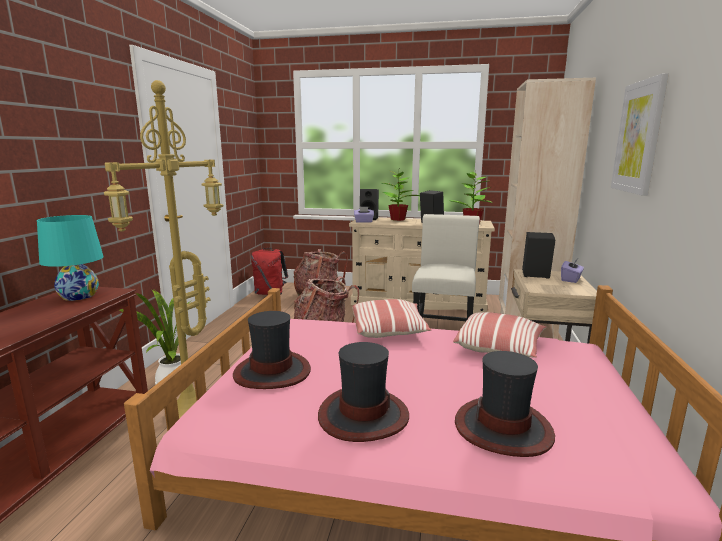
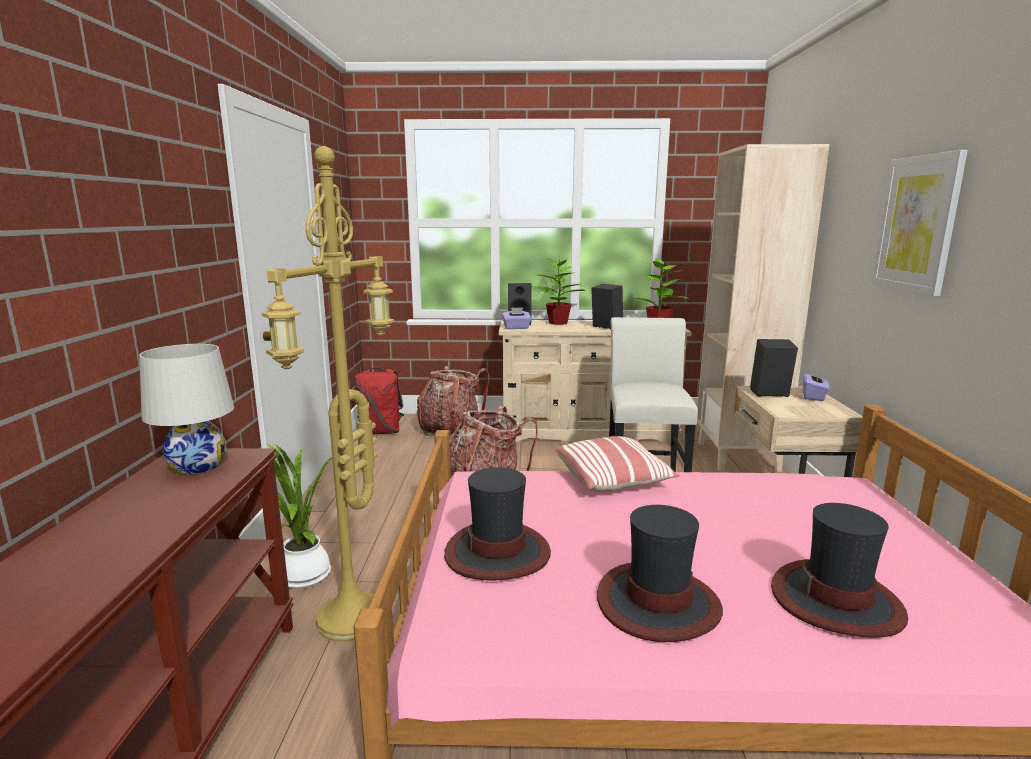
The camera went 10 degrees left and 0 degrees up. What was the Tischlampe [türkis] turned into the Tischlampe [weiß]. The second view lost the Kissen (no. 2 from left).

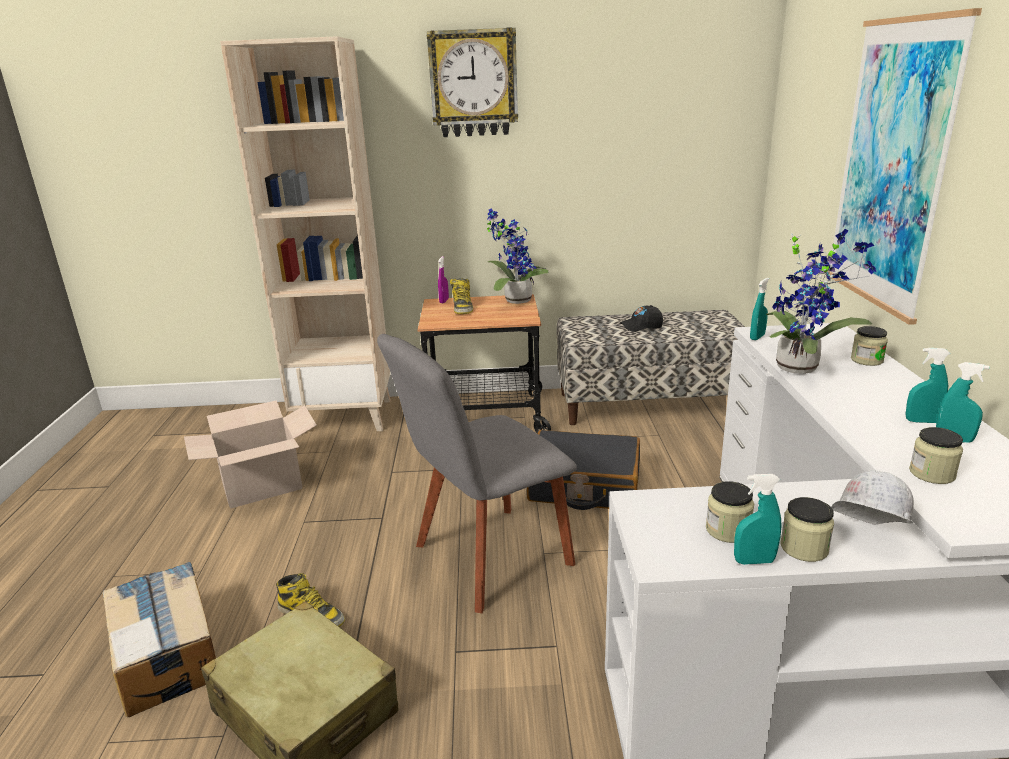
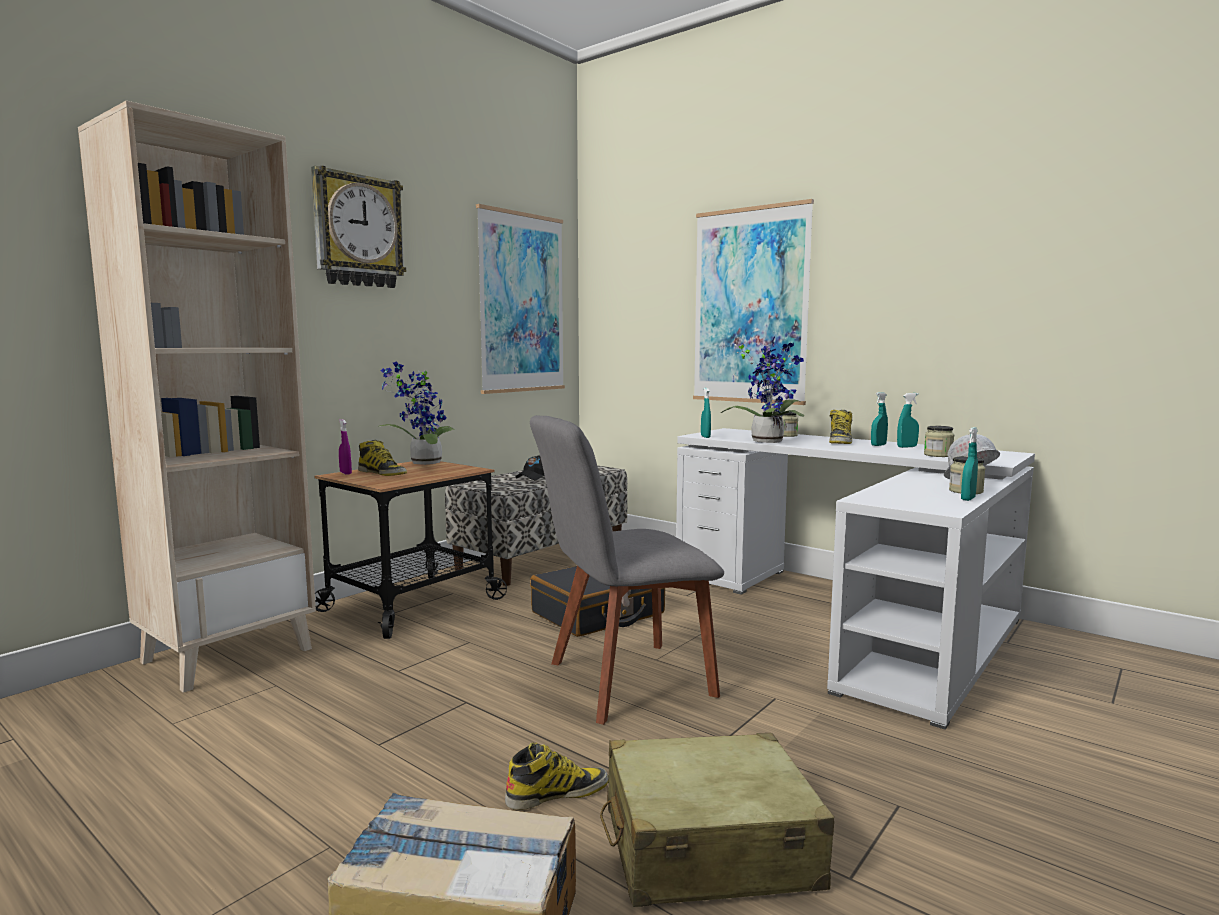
The camera went 50 degrees left and 15 degrees down. The second view gained the Bild (no. 1 from left). The Stuhl [grau] ended up facing another way, 60 degrees clockwise from before. The second view gained the Stiefel (no. 3 from left). The second view lost the Karton (no. 2 from left). The second view lost the Vorratsglas (no. 1 from left).

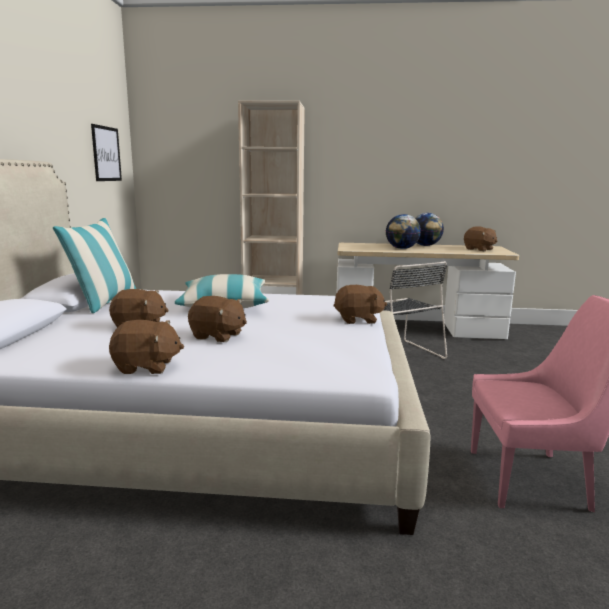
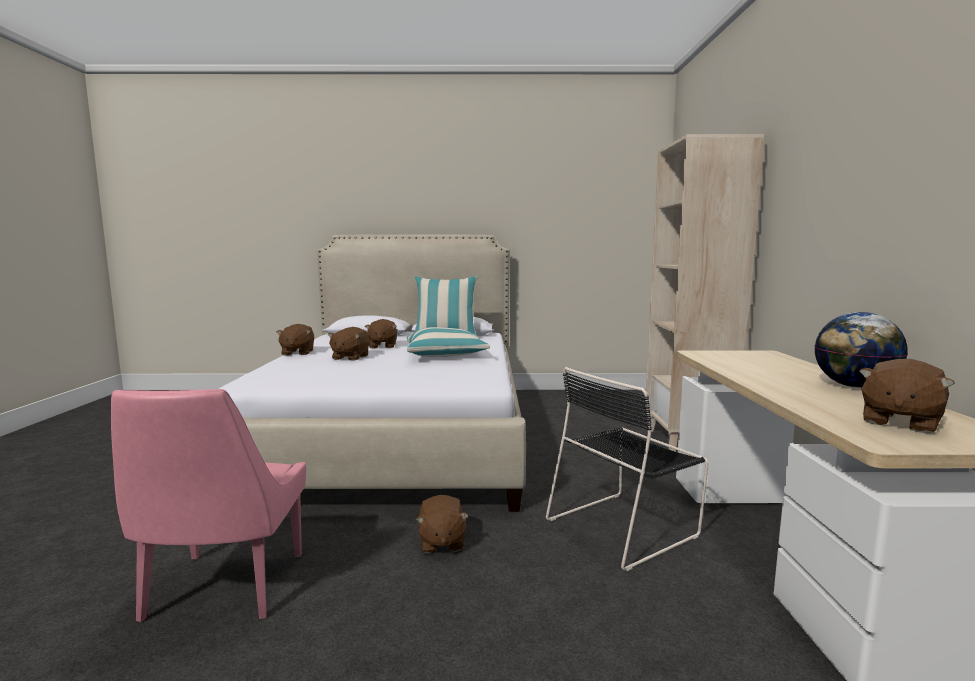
The camera went 85 degrees right and 5 degrees down. The Plüschtier [braun] (no. 4 from left) ended up elsewhere. The second view lost the Bild. The second view lost the Globus (no. 1 from left).

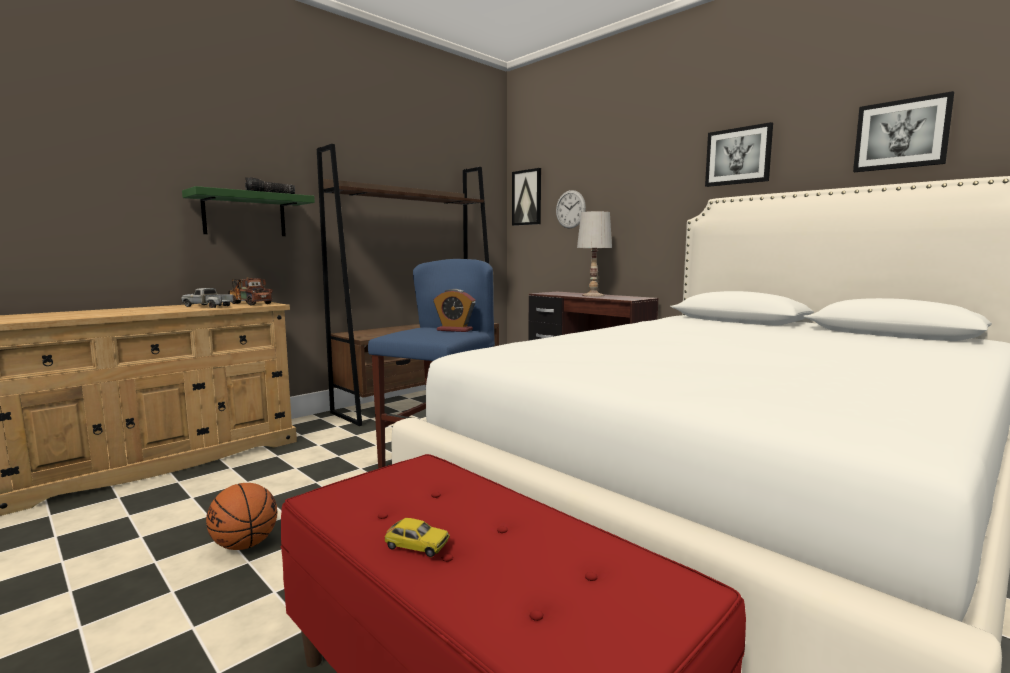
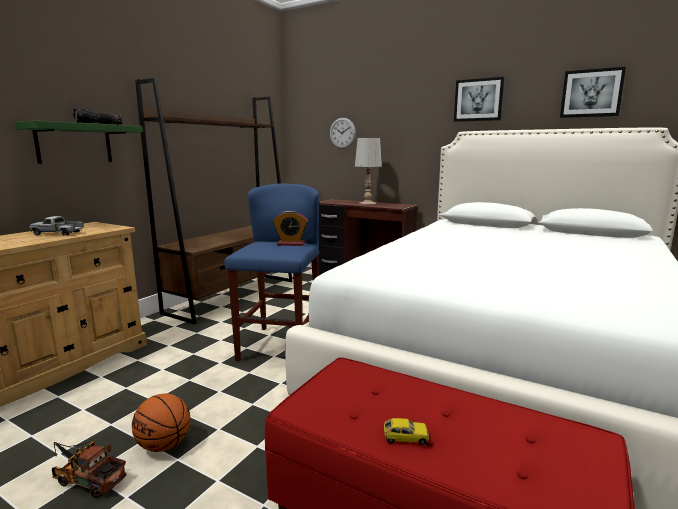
The camera went 15 degrees left and 5 degrees up. The Spielzeuglaster (no. 2 from left) ended up elsewhere. The second view lost the Bild (no. 1 from left).

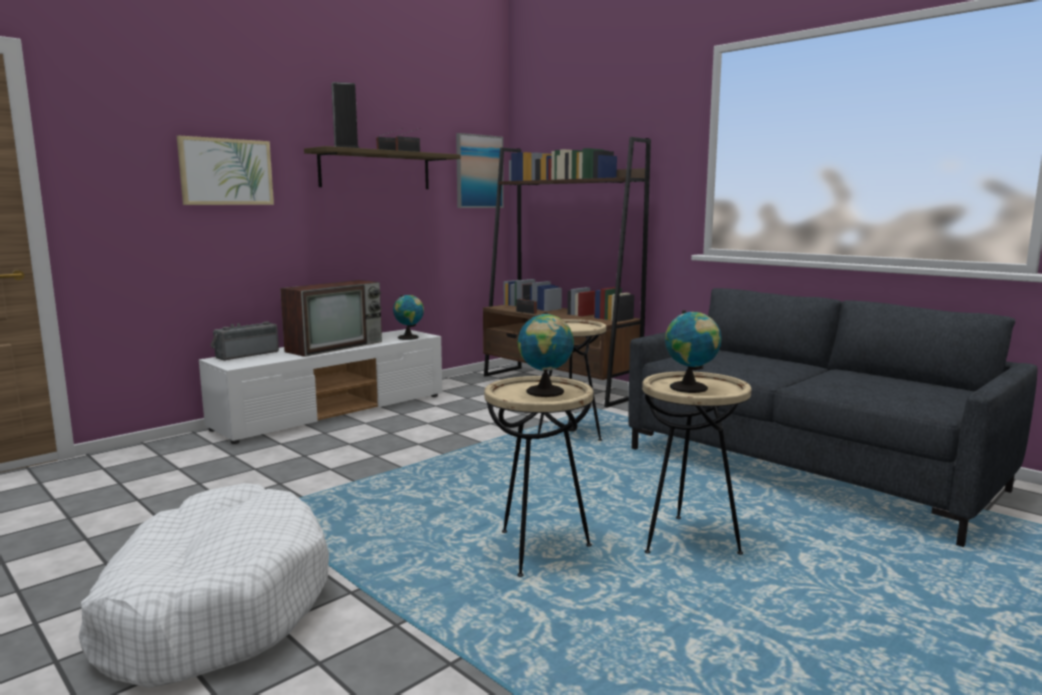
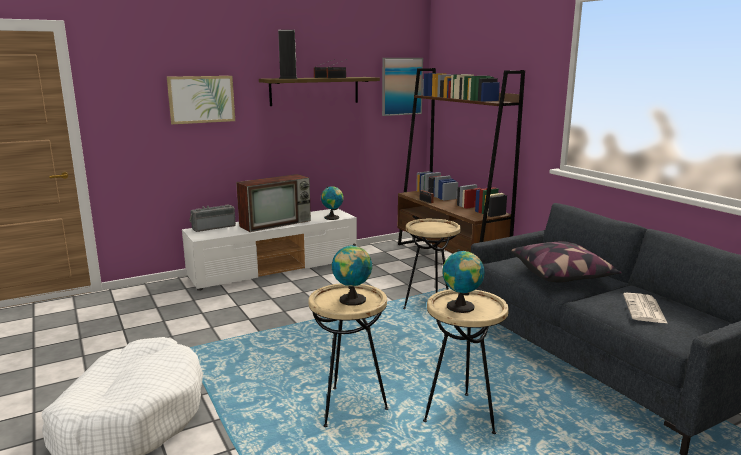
The camera went 15 degrees right and 5 degrees up. The second view gained the Kissen. The second view gained the Zeitung.

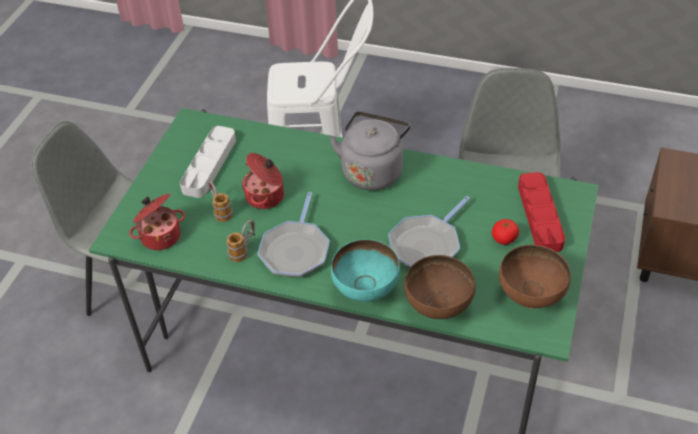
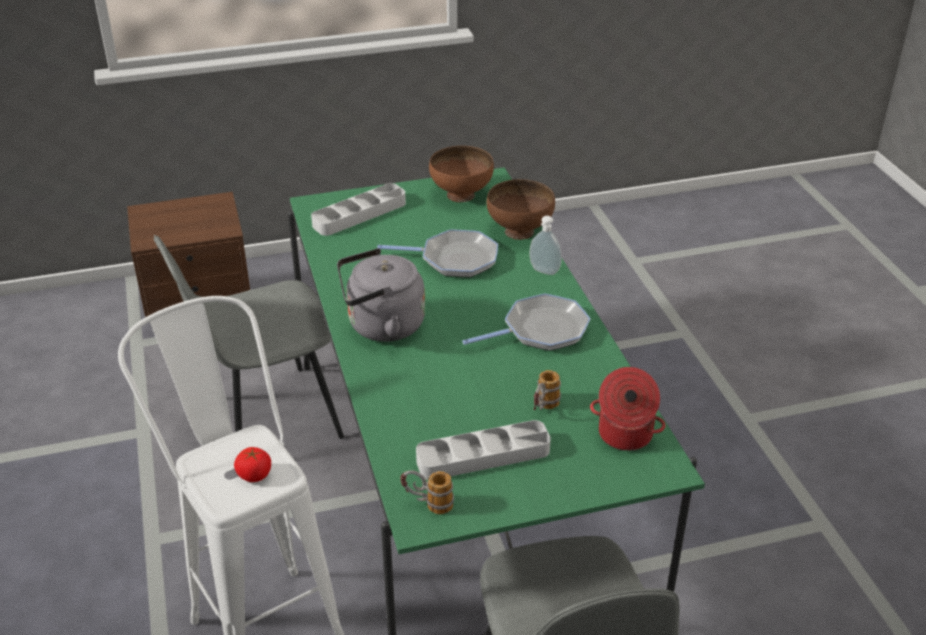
The camera went 125 degrees left and 10 degrees down. The Tomate ended up elsewhere. What was the Tablett [rot] turned into the Tablett [grau] (no. 1 from left). The Henkelbecher (no. 2 from left in the first image) ended up elsewhere. Where the Schüssel [türkis] stood, the Seifenspender came to stand. The second view lost the Kochtopf (no. 2 from left).

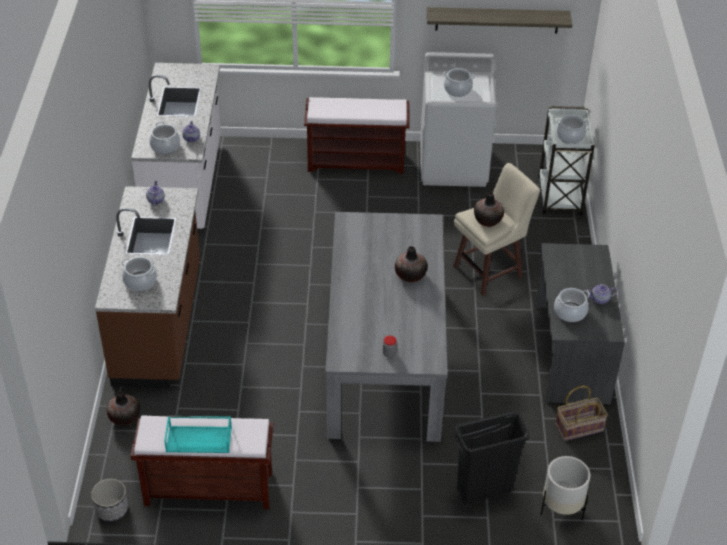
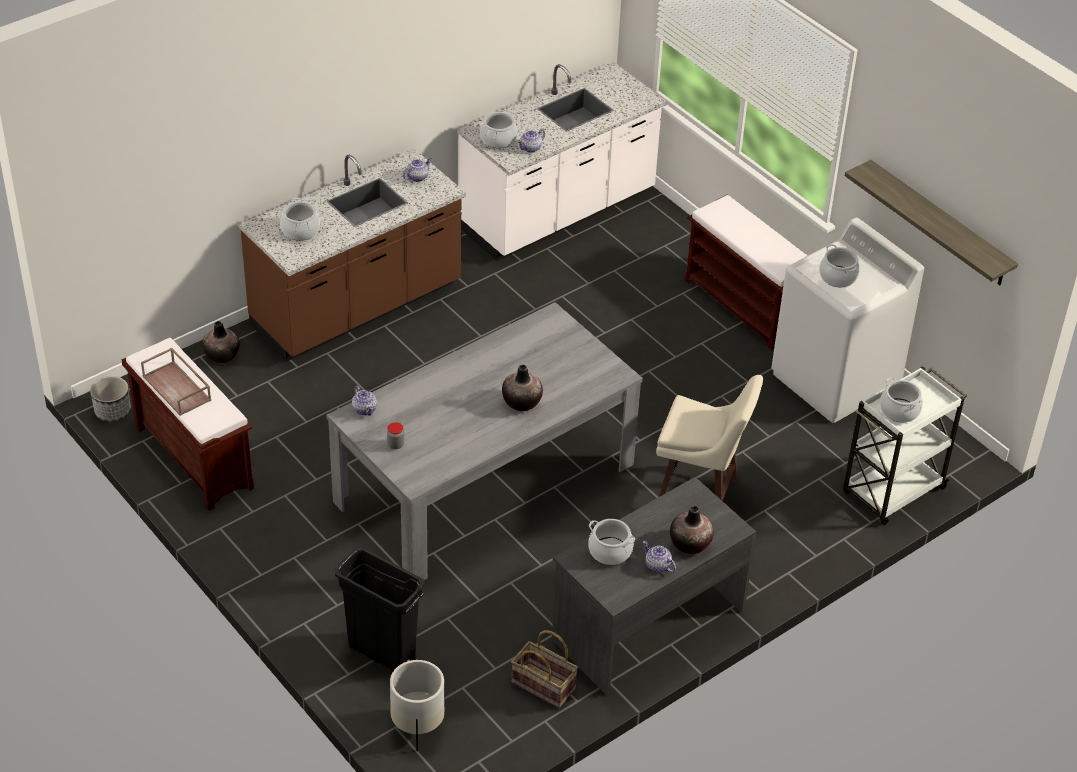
The camera went 50 degrees right and 0 degrees up. What was the Tablett [türkis] turned into the Tablett [braun]. The second view gained the Teekanne (no. 1 from left). The Vase (no. 3 from left) ended up elsewhere.

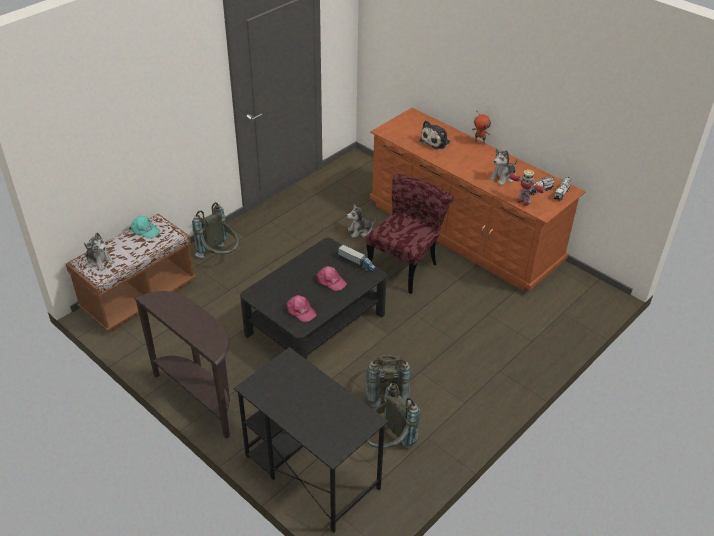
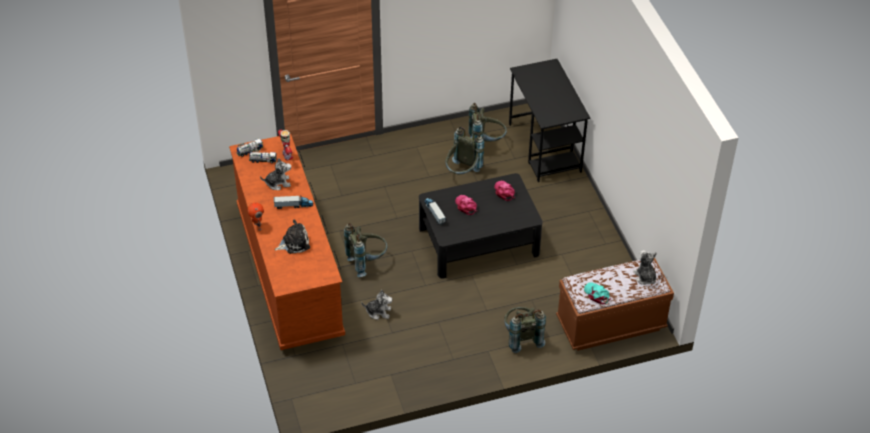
The camera went 150 degrees left and 5 degrees up. The second view gained the Spielzeuglaster (no. 3 from left). Where the Stuhl [rot] stood, the Rucksack [grau] (no. 1 from left) came to stand. The second view lost the Konsolentisch [braun].

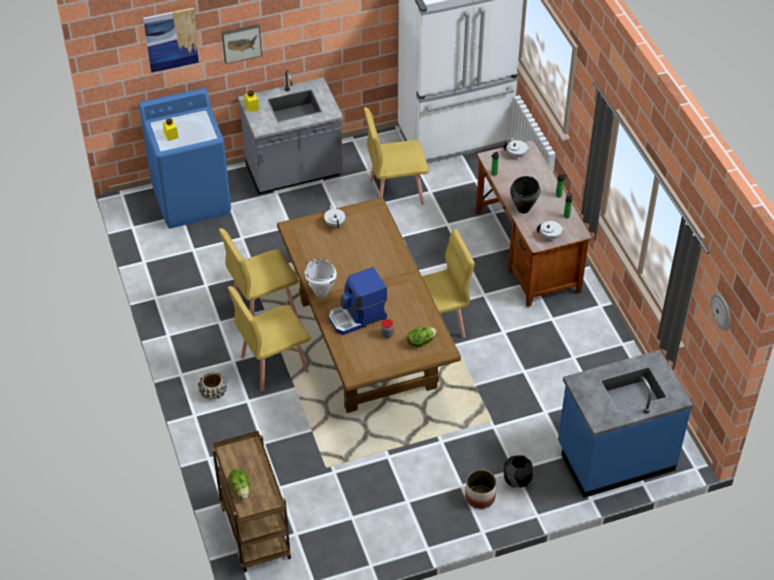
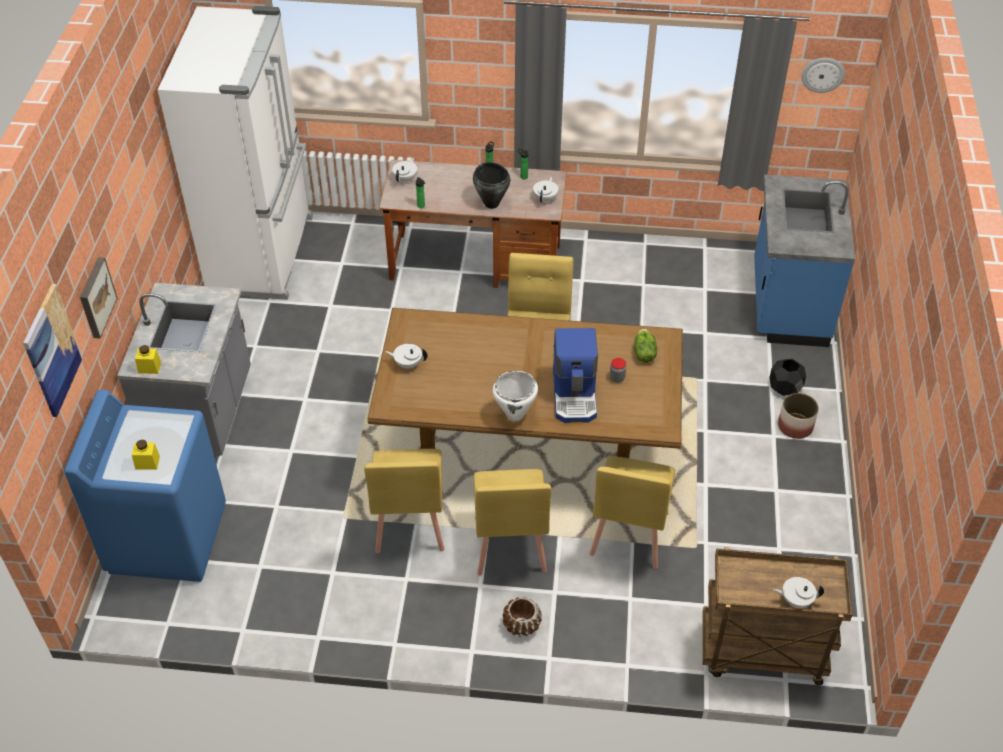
The camera went 65 degrees left and 0 degrees up. The Stuhl [gelb] (no. 3 from left in the first image) ended up elsewhere. Where the Salatkopf (no. 1 from left) stood, the Teekanne [weiß] (no. 4 from left) came to stand.

